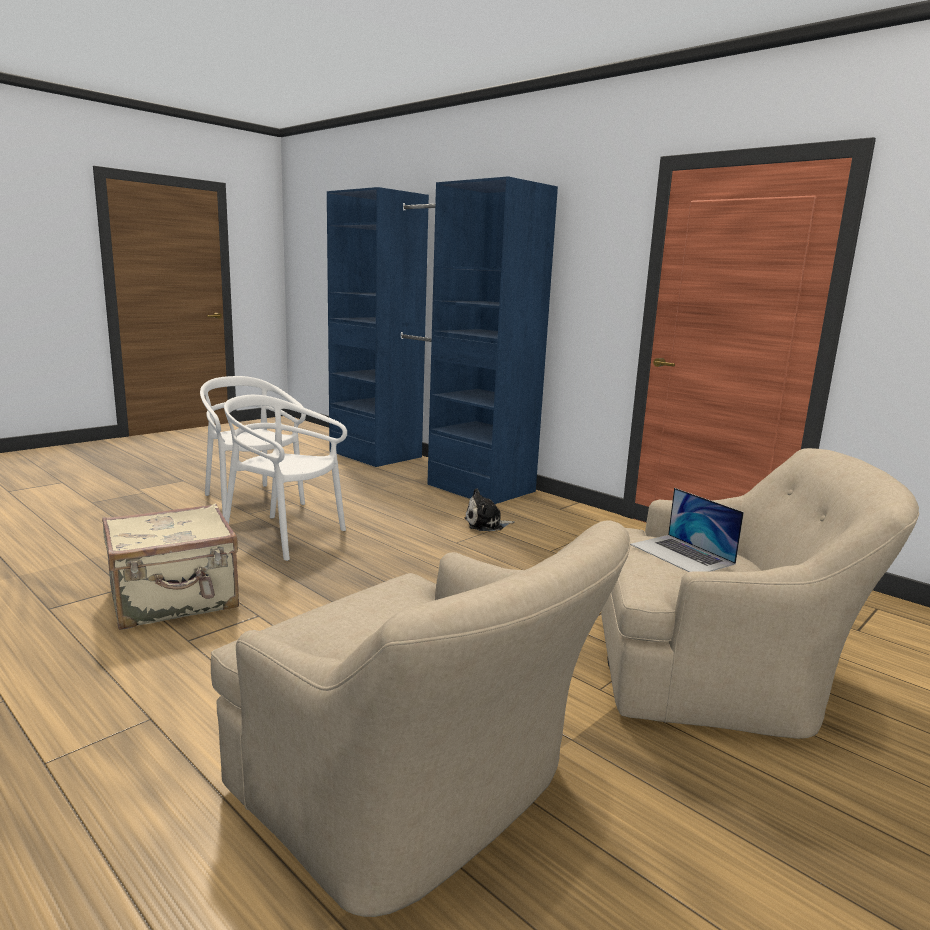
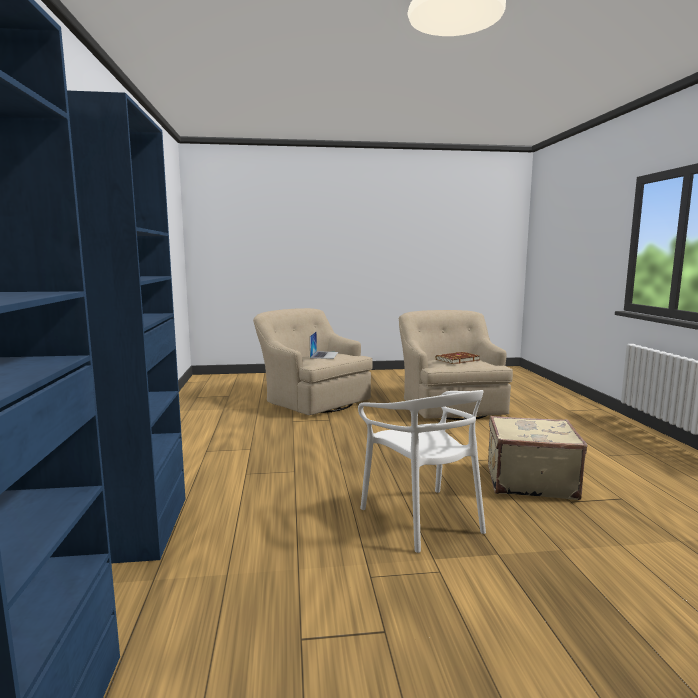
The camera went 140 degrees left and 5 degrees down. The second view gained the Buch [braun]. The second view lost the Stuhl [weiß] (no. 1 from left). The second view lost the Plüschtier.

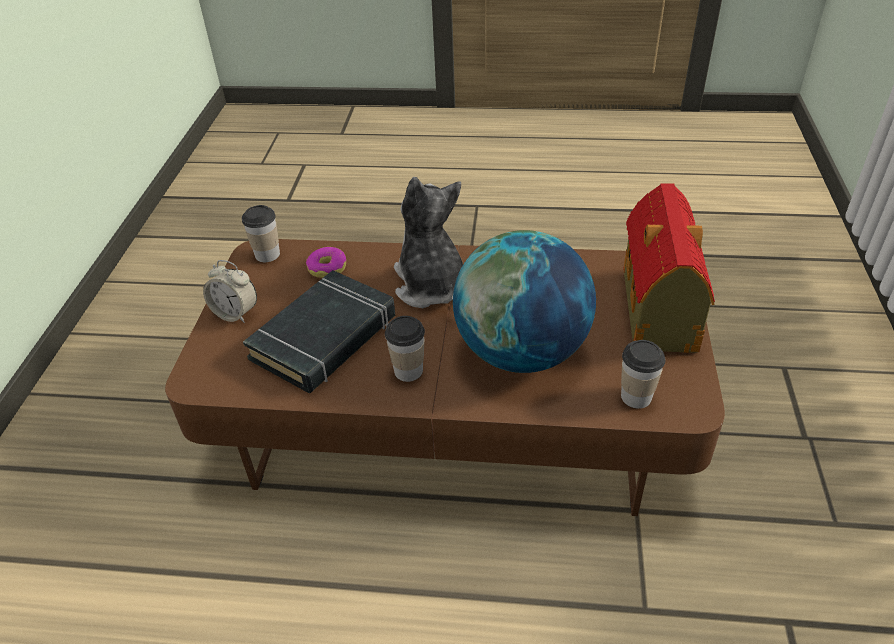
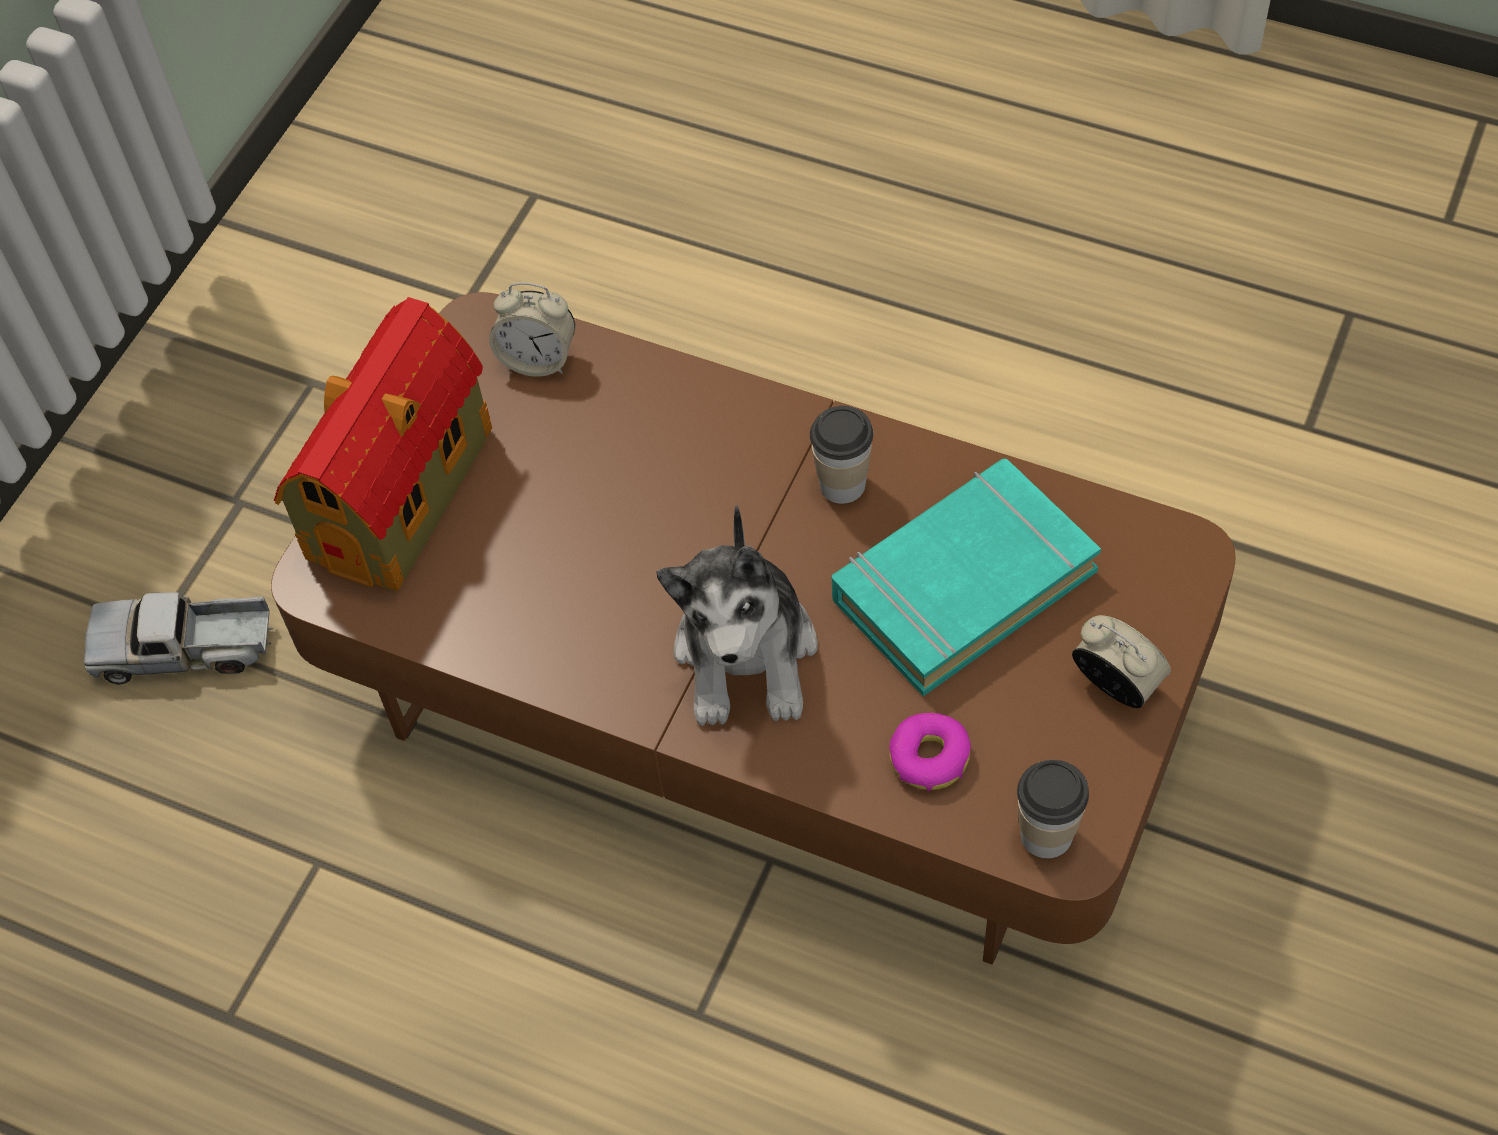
The camera went 160 degrees left and 15 degrees up. The second view gained the Spielzeuglaster. Where the Tasse (no. 3 from left) stood, the Wecker (no. 1 from left) came to stand. What was the Buch [schwarz] turned into the Buch [türkis]. The second view lost the Globus.

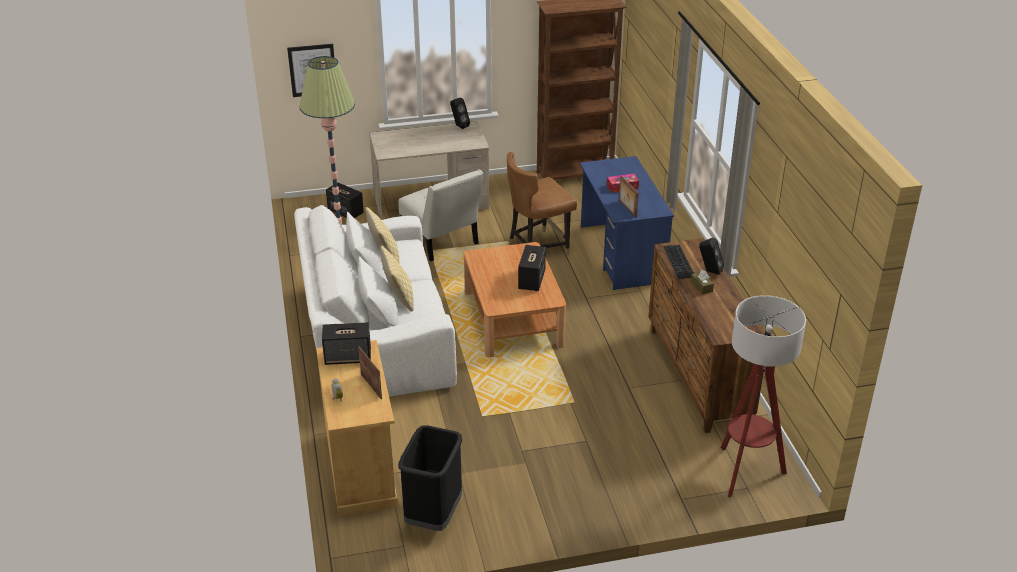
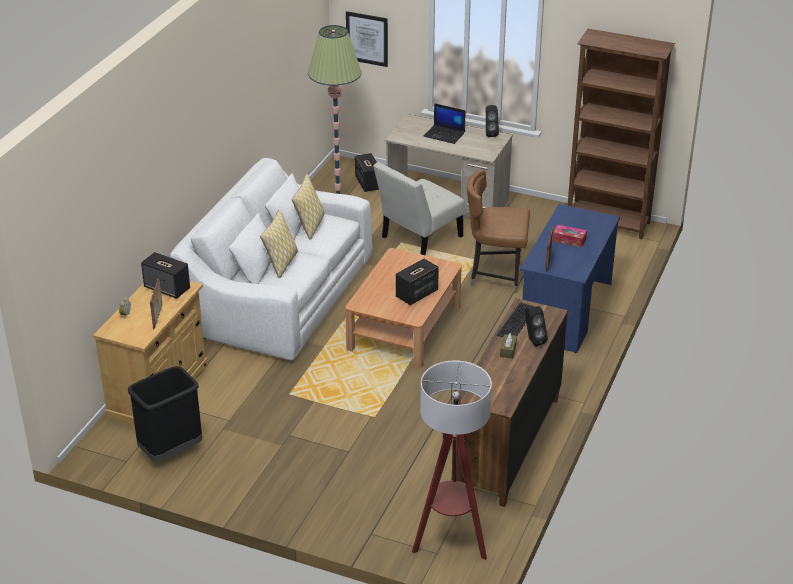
The camera went 35 degrees right and 0 degrees up. The Stuhl [weiß] ended up facing another way, 45 degrees clockwise from before. The second view gained the Laptop.

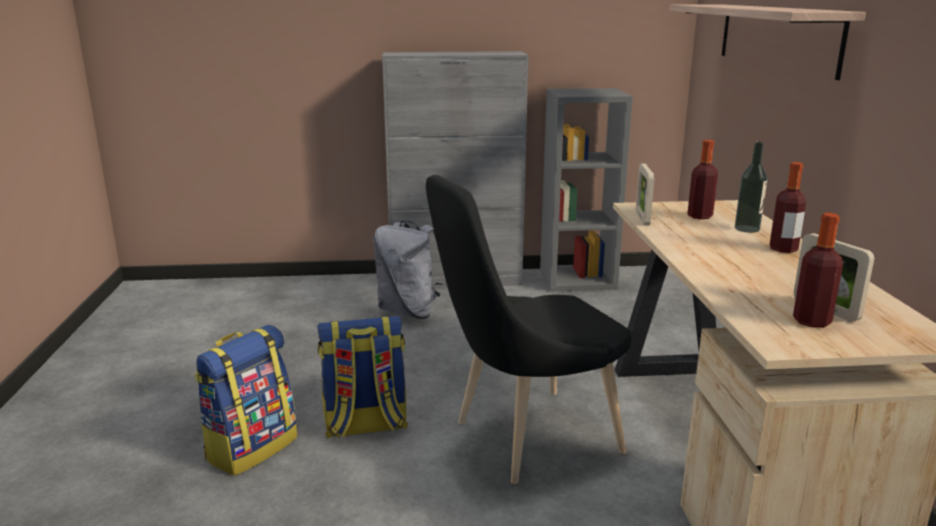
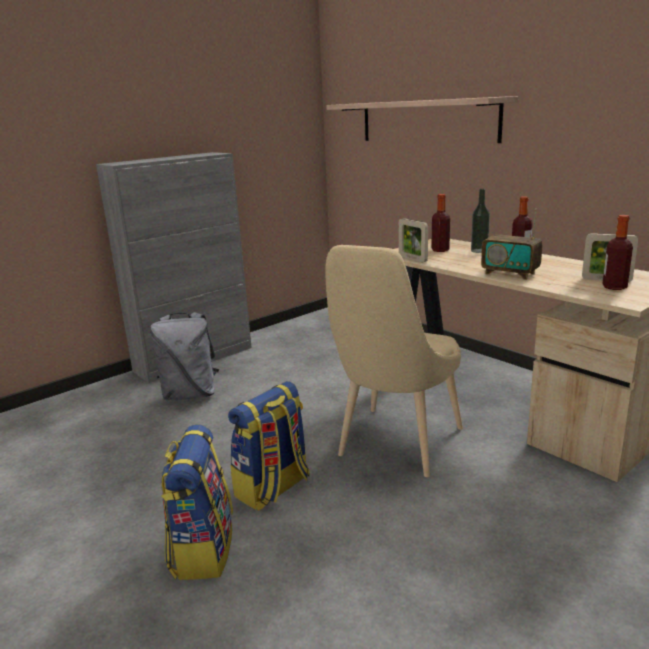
The camera went 35 degrees left and 0 degrees up. What was the Stuhl [schwarz] turned into the Stuhl [beige]. The second view gained the Radio. The second view lost the Bücherregal [grau].

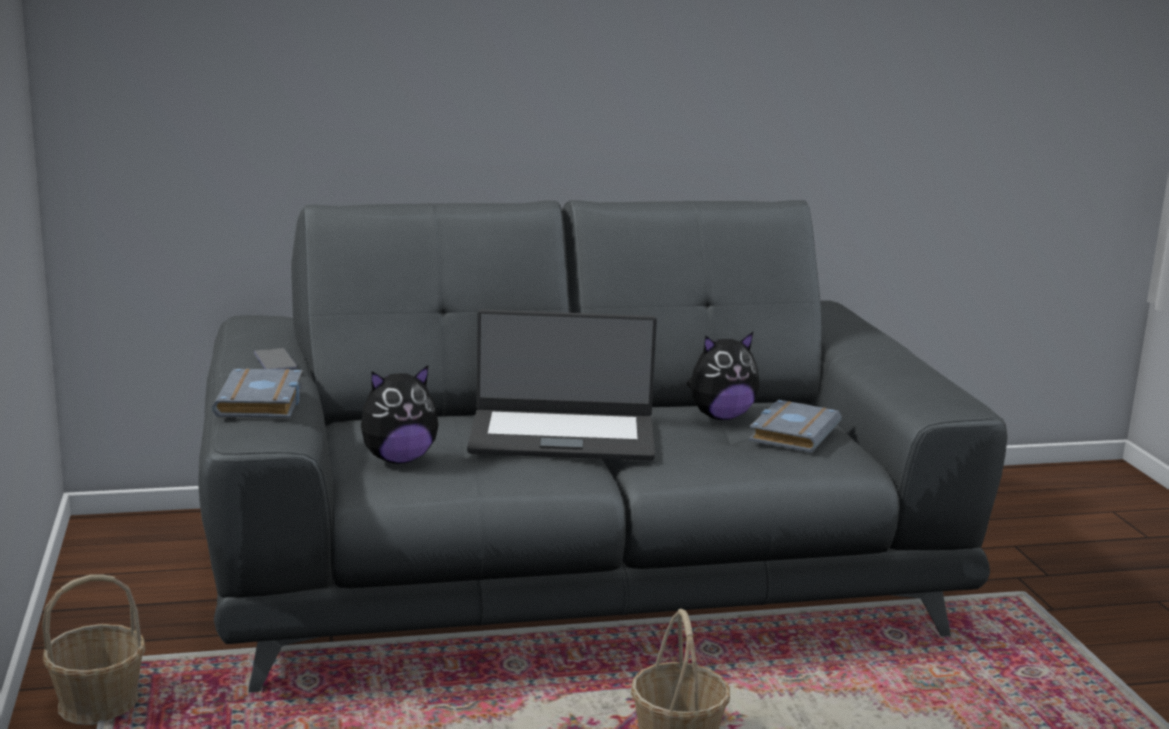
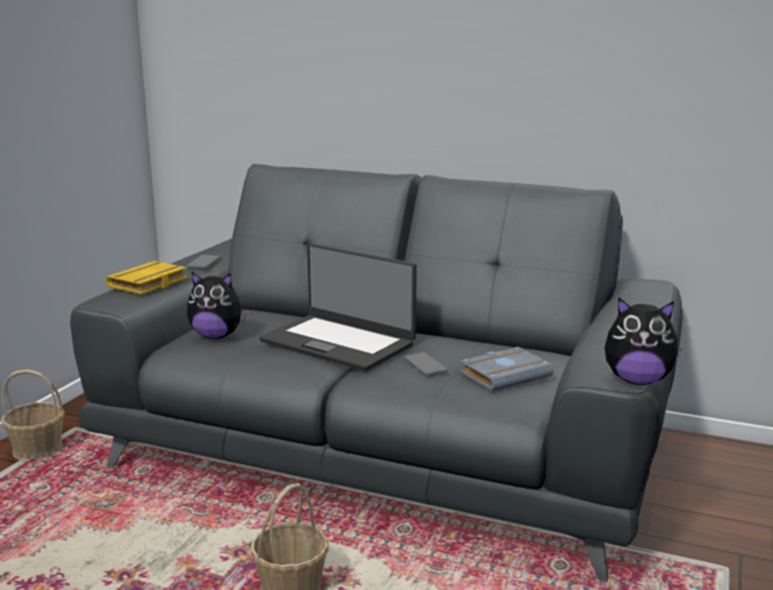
The camera went 35 degrees right and 0 degrees up. What was the Buch [grau] (no. 1 from left) turned into the Buch [gelb]. The second view gained the Handy (no. 2 from left). The Plüschtier (no. 2 from left) ended up elsewhere.

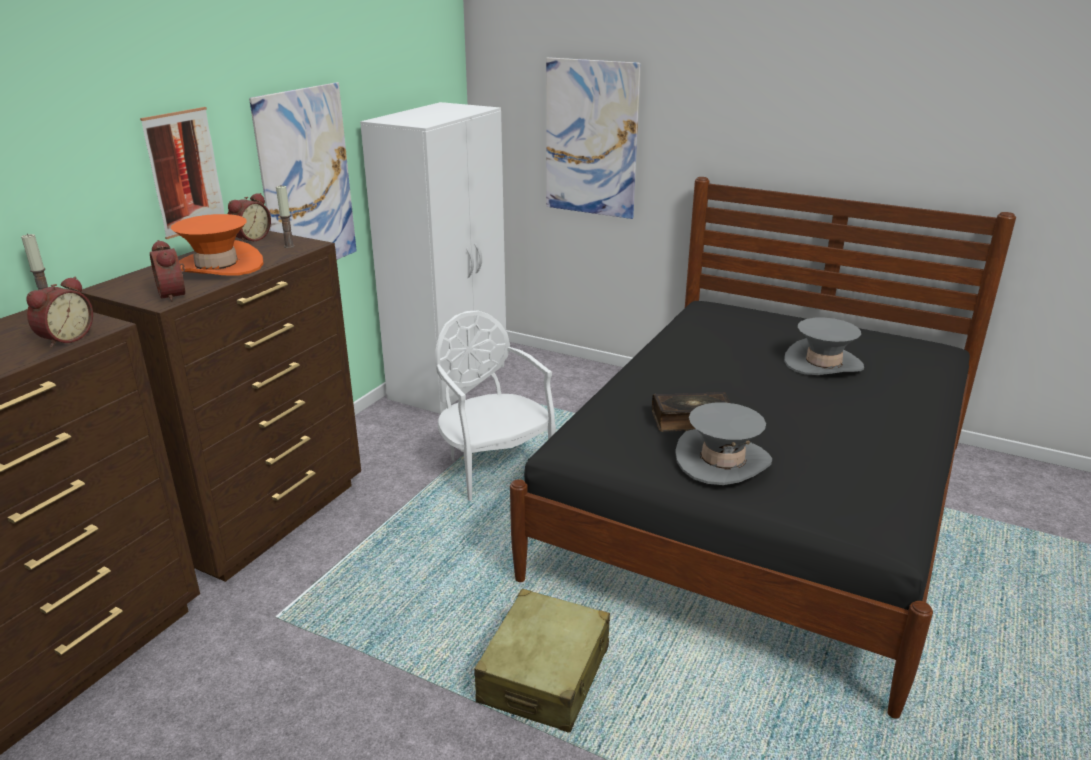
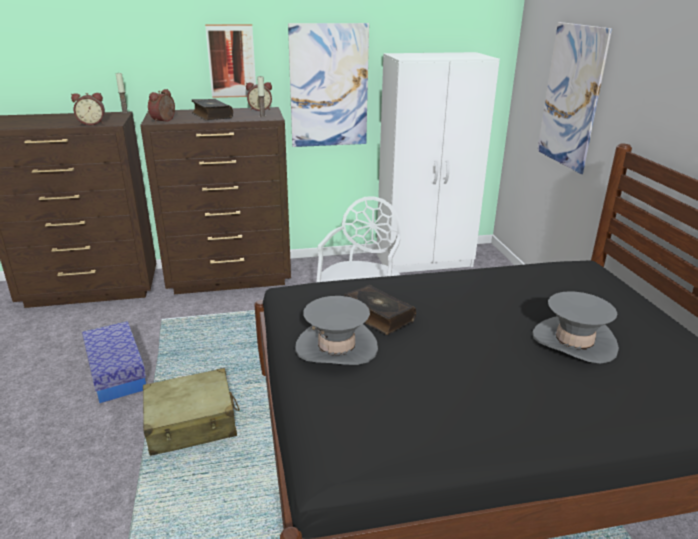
The camera went 50 degrees right and 0 degrees up. The second view gained the Aufbewahrungsbox. Where the Hut [orange] stood, the Buch (no. 1 from left) came to stand.

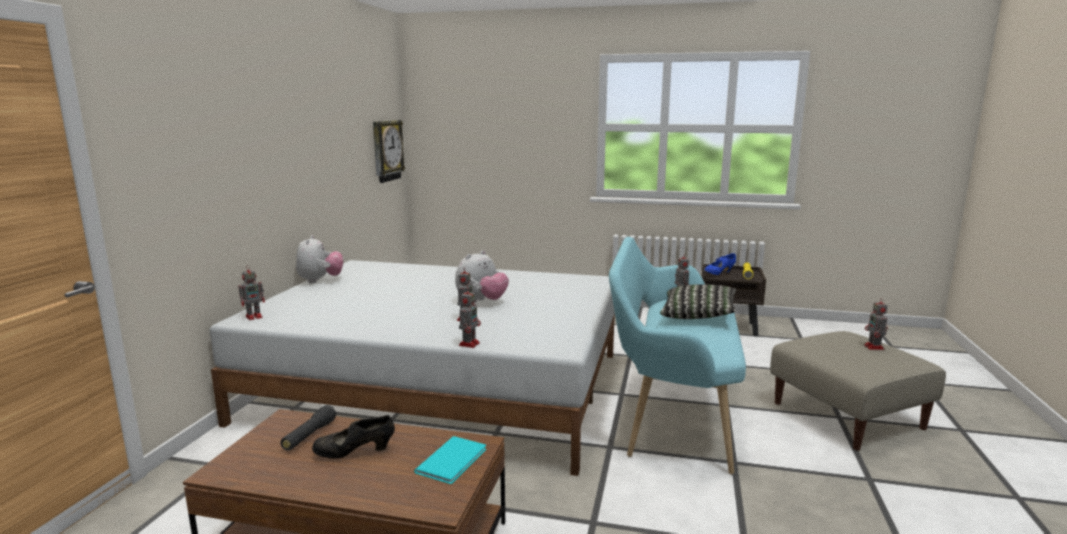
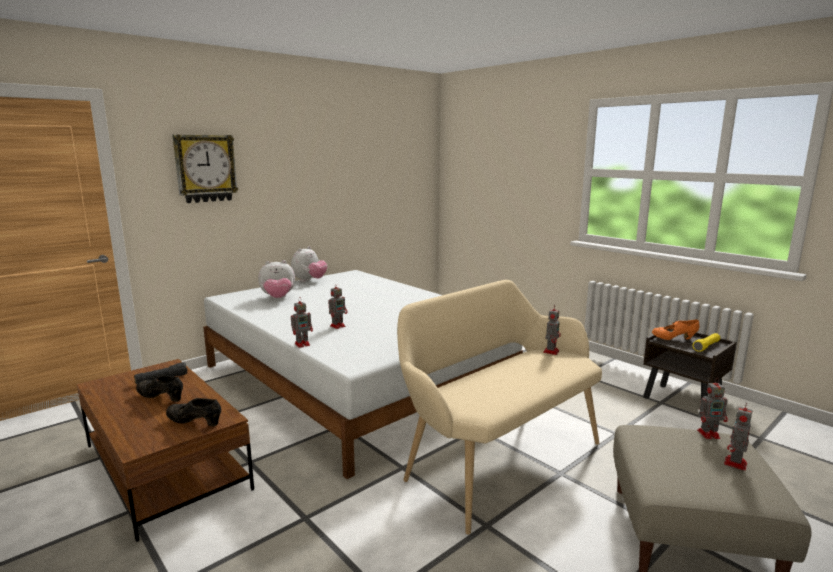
The camera went 35 degrees right and 0 degrees up. Where the Buch [türkis] stood, the Schuh [schwarz] (no. 2 from left) came to stand. The Wanduhr ended up elsewhere. The Plüschtier (no. 2 from left in the first image) ended up elsewhere. What was the Bank [türkis] turned into the Bank [beige]. What was the Schuh [blau] turned into the Schuh [orange]. The Spielzeugroboter (no. 1 from left in the first image) ended up elsewhere. The second view lost the Kissen.

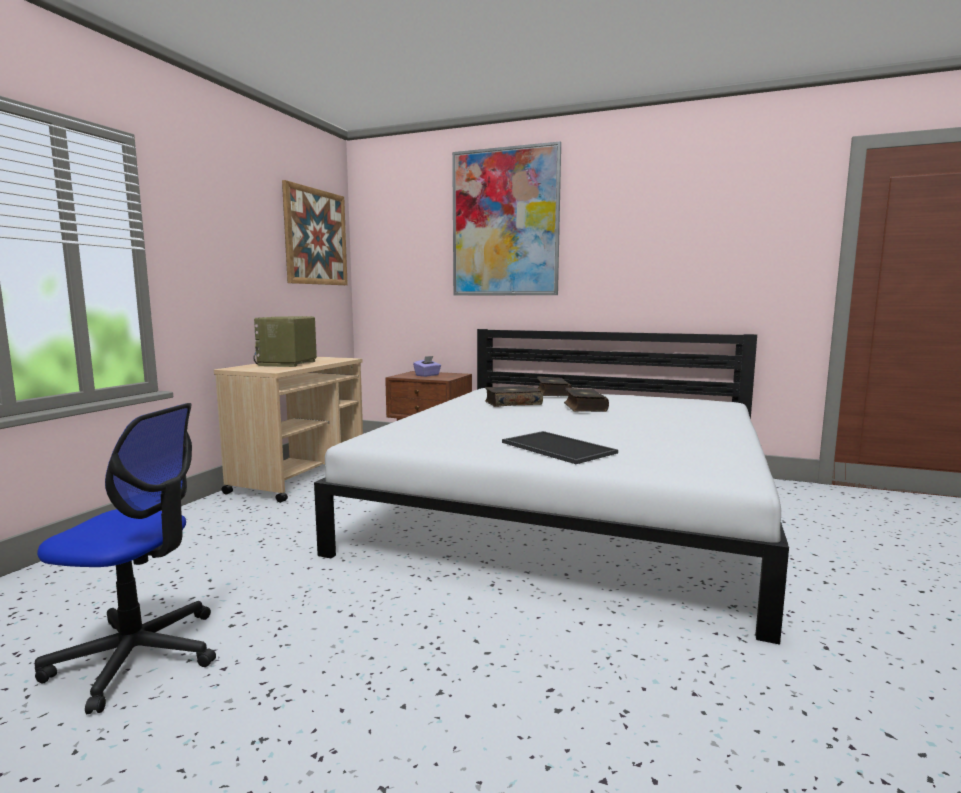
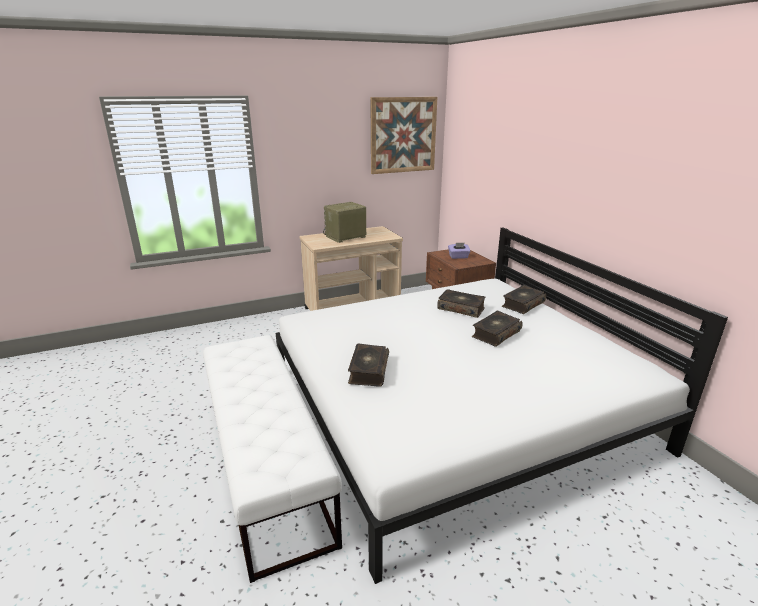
The camera went 45 degrees right and 15 degrees up. The second view gained the Bank [weiß]. Where the Tablett stood, the Buch (no. 1 from left) came to stand. The second view lost the Bürostuhl. The second view lost the Bild (no. 2 from left).

